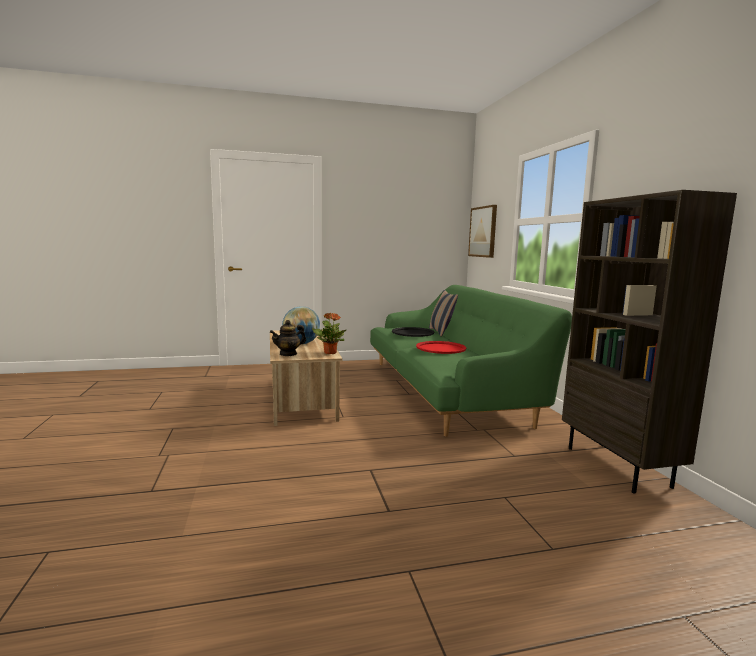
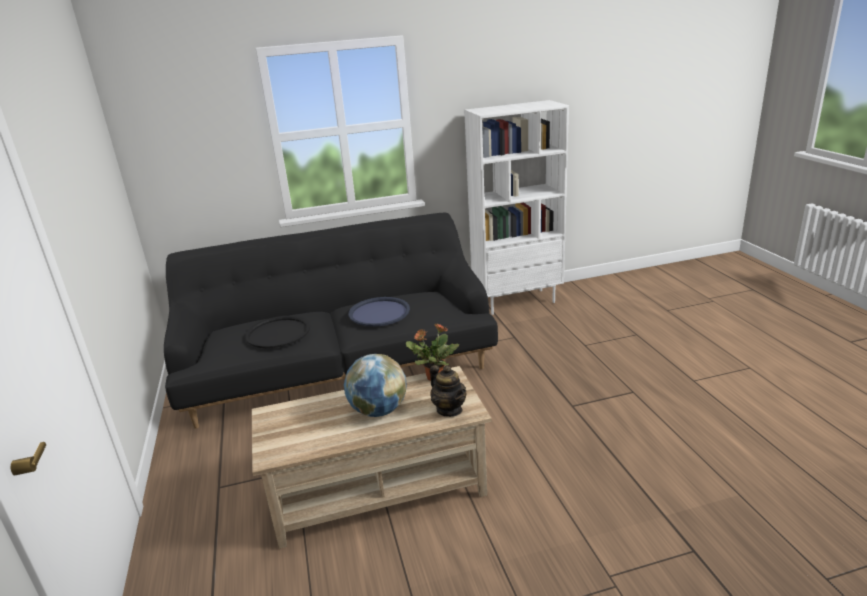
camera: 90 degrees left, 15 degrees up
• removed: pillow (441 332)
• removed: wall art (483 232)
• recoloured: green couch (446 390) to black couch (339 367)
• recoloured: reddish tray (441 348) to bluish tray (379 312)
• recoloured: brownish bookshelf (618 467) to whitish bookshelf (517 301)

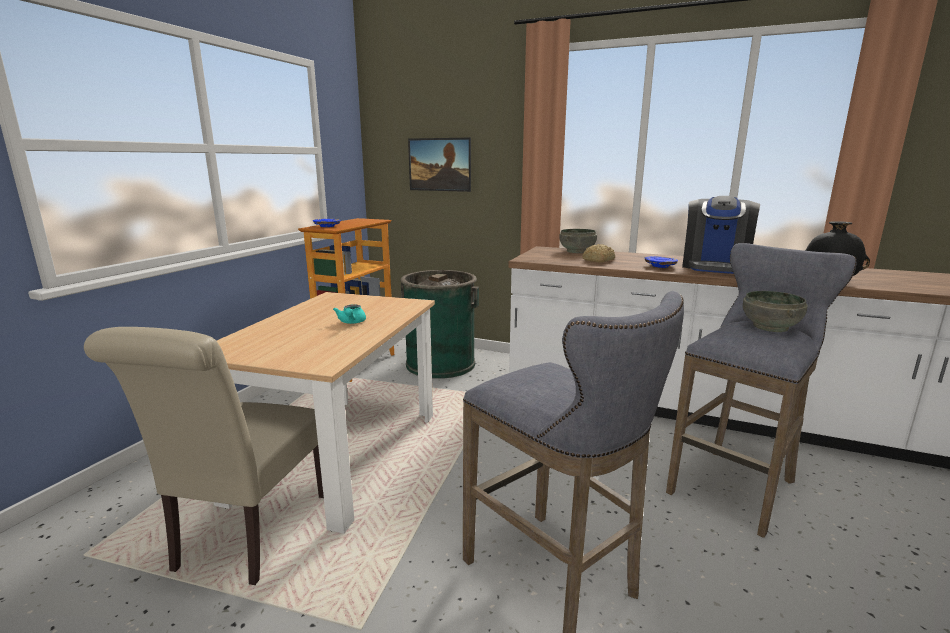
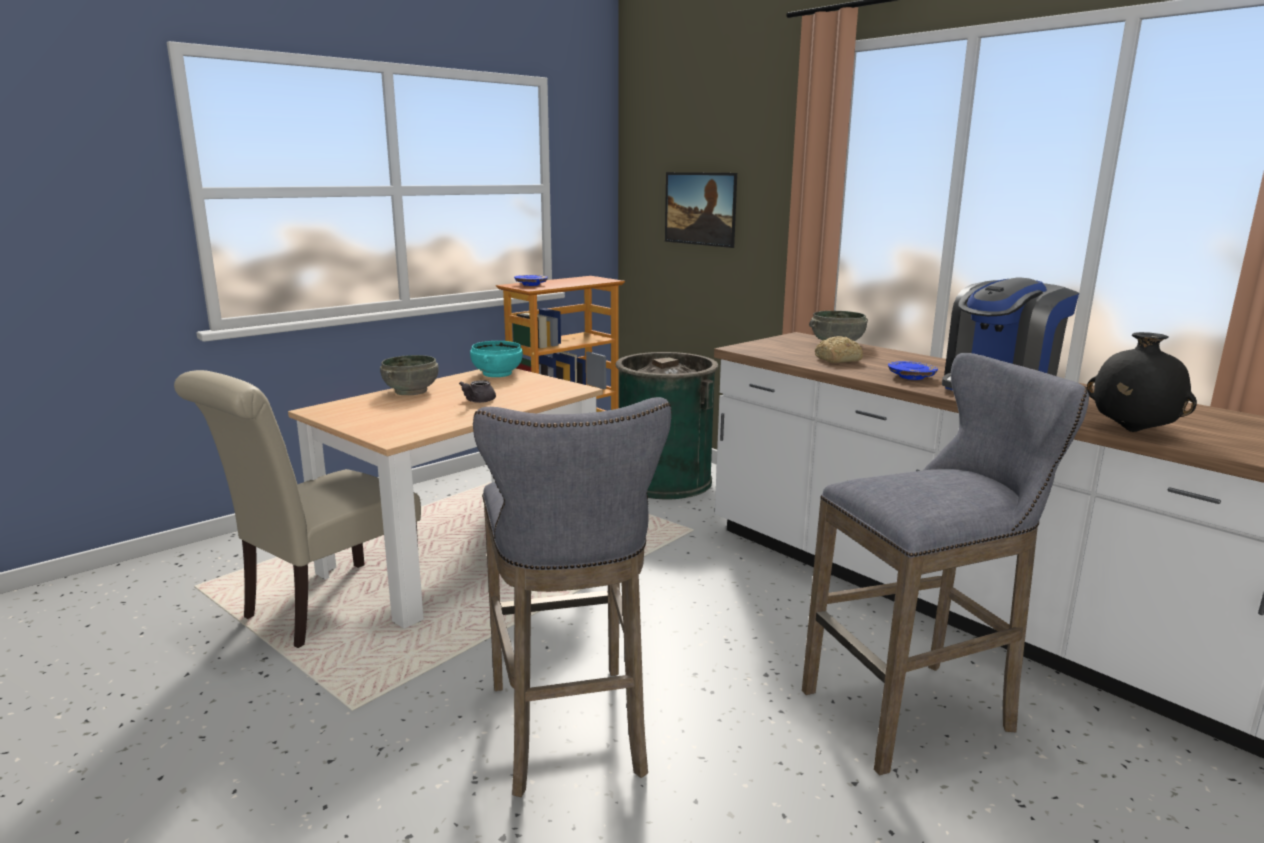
camera: 25 degrees right, 0 degrees up
• added: blue-green bowl (496 374)
• moved: greyish bowl (771 327) to (411 391)
• recoloured: blue-green tea pot (351 322) to greyish tea pot (477 401)

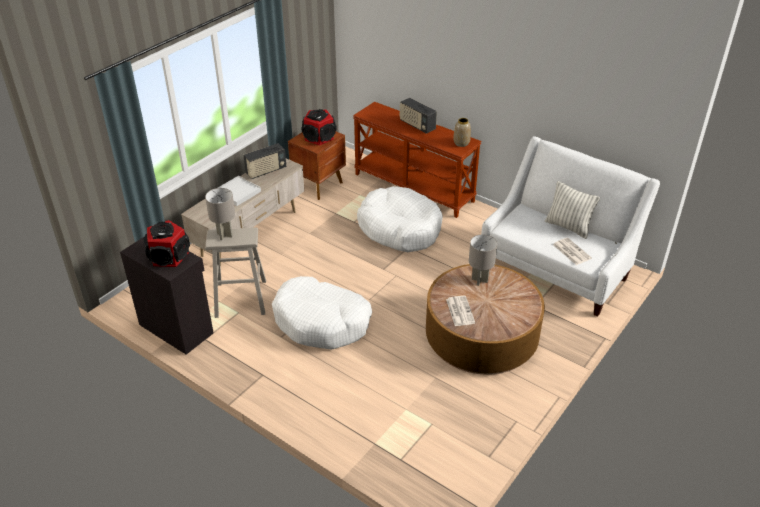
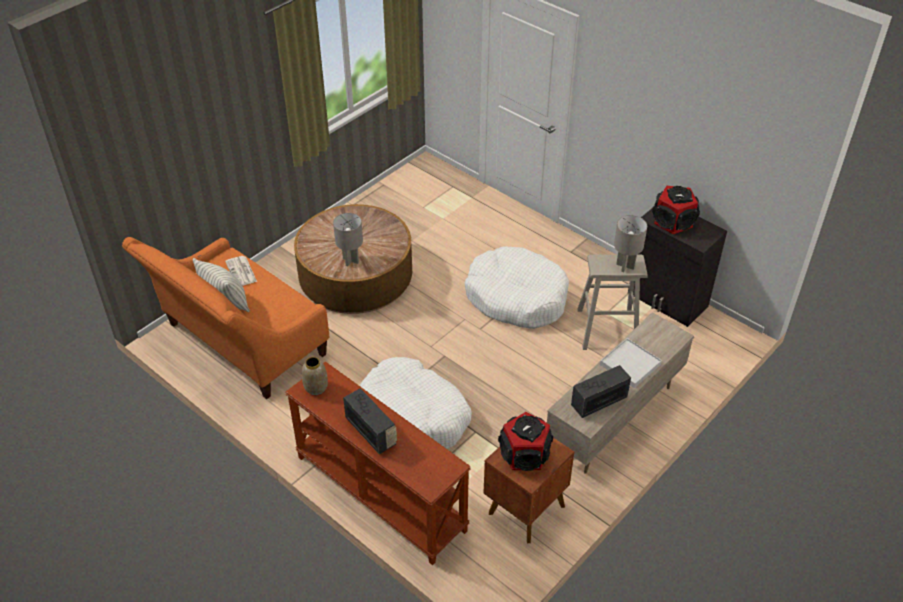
camera: 175 degrees left, 5 degrees up
• removed: printed paper (459 311)
• recoloured: whitish couch (557 267) to orange couch (240 344)

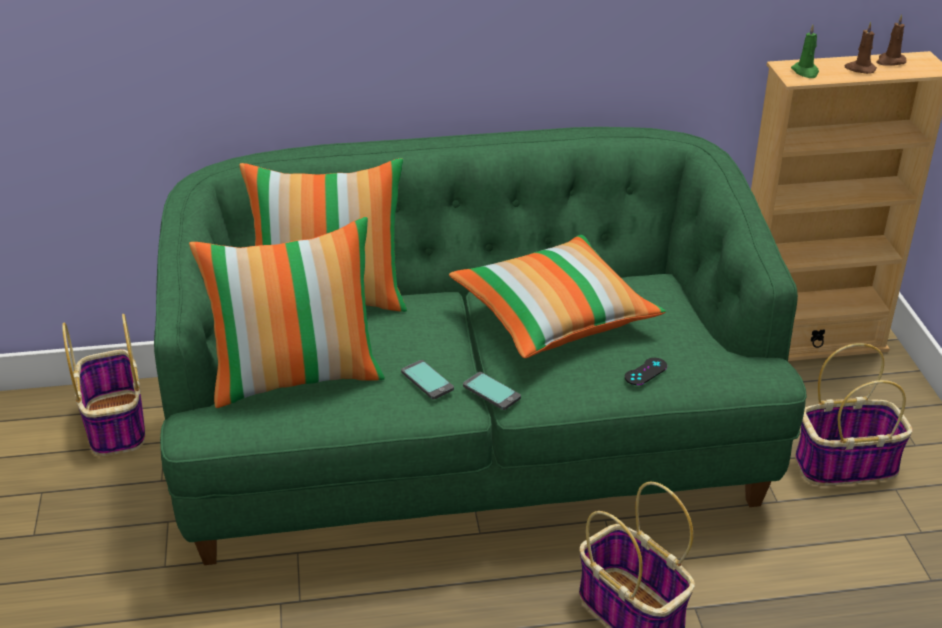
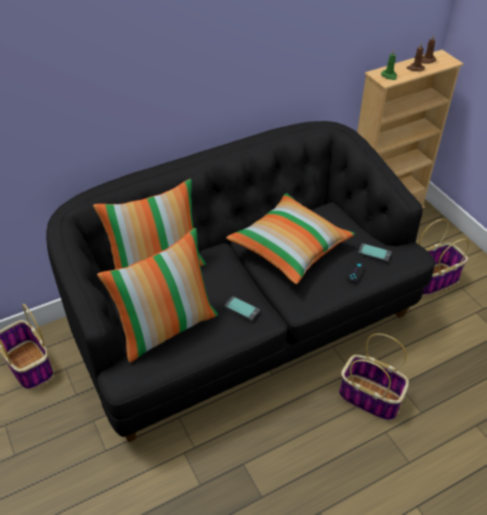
camera: 20 degrees left, 10 degrees up
• moved: telephone (492 392) to (374 253)
• recoloured: green couch (471 449) to black couch (243 323)

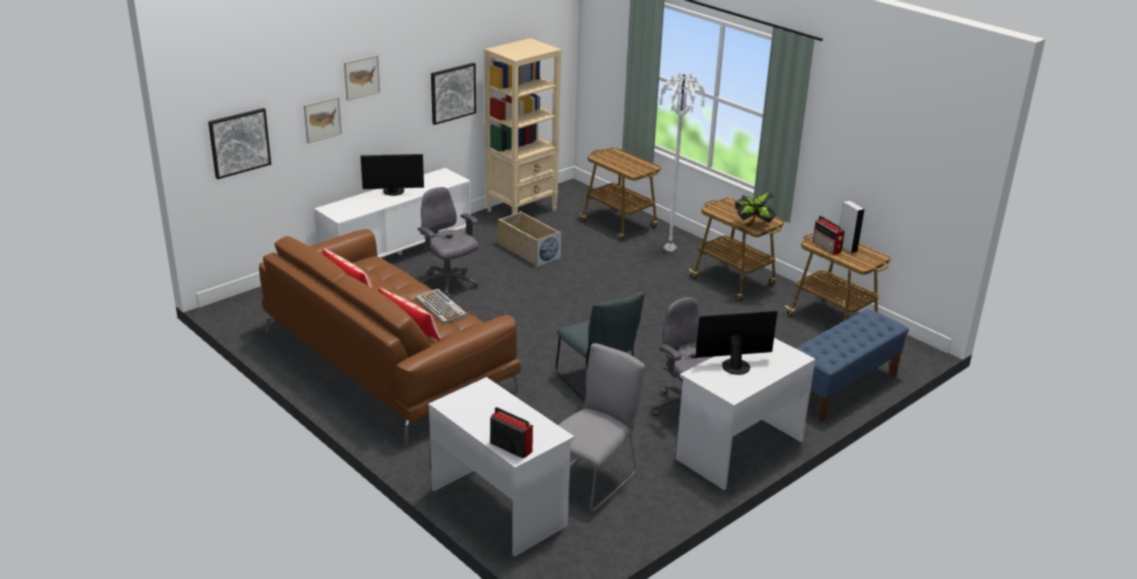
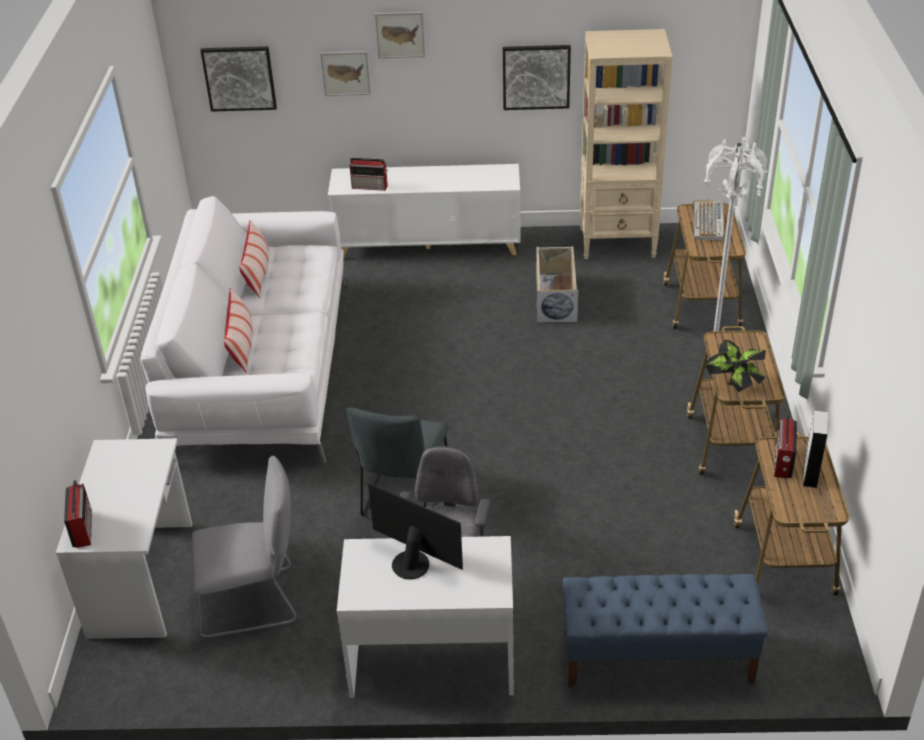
camera: 45 degrees right, 10 degrees up
• removed: computer display (393 192)
• removed: greyish desk chair (448 285)
• added: radio receiver (370 186)
• moved: PC keyboard (442 307) to (709 222)
• recoloured: brownish couch (386 360) to whitish couch (262 365)

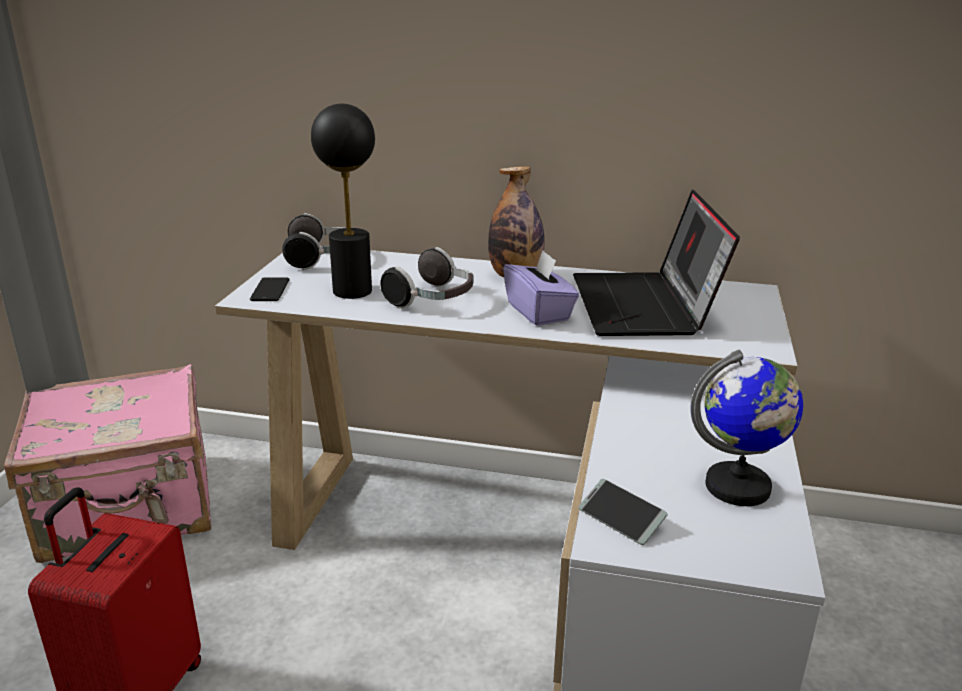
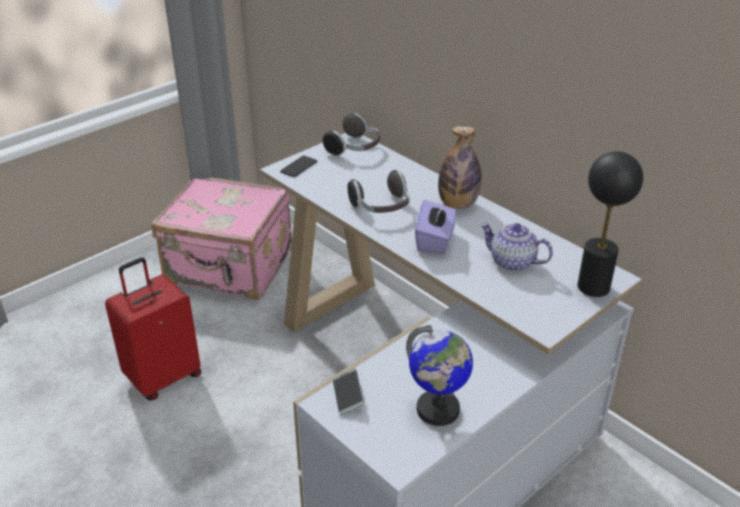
camera: 35 degrees right, 10 degrees up
• moved: black table lamp (352 291) to (593 287)
• replaced: notebook computer (645 306) to tea pot (512 262)

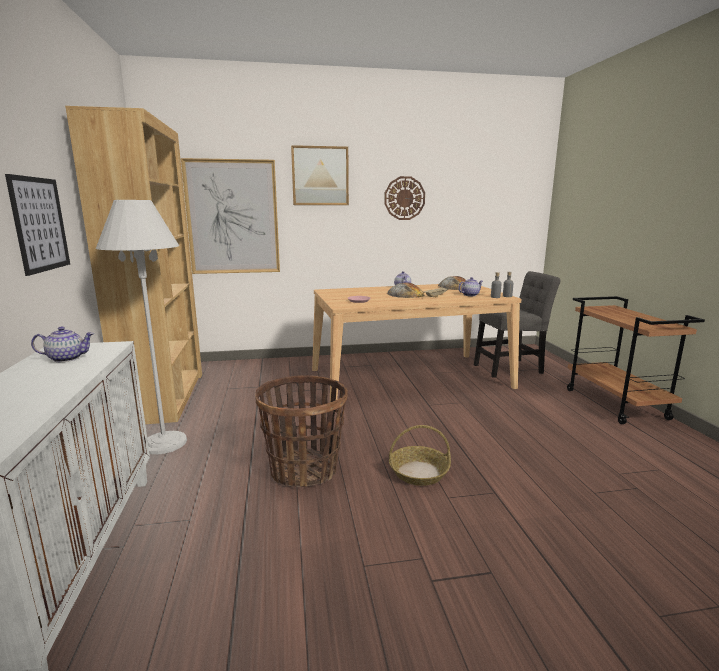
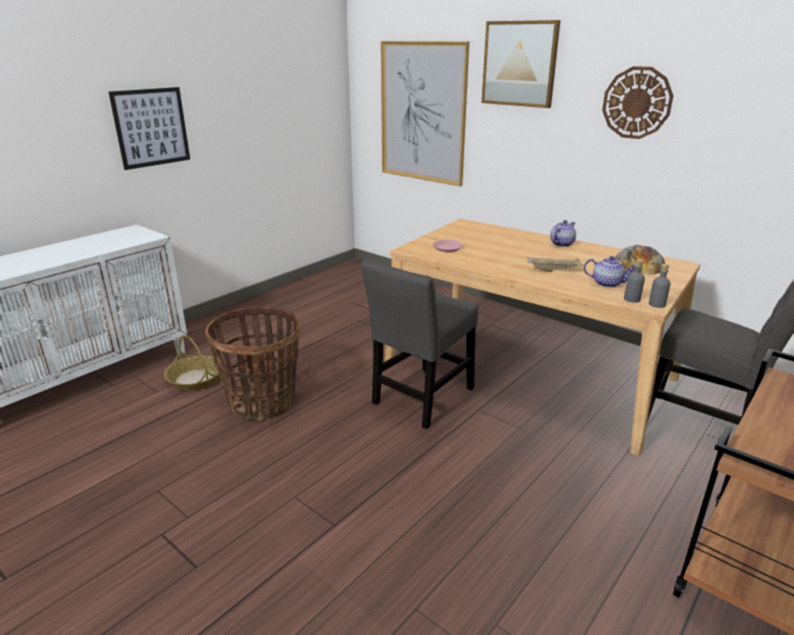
camera: 50 degrees right, 10 degrees up
• removed: tea pot (67 358)
• removed: brownish bookshelf (165 396)
• removed: whitish floor lamp (164 443)
• removed: bread (405 294)
• added: greyish chair (421 399)
• moved: basket (419 472) to (196 379)

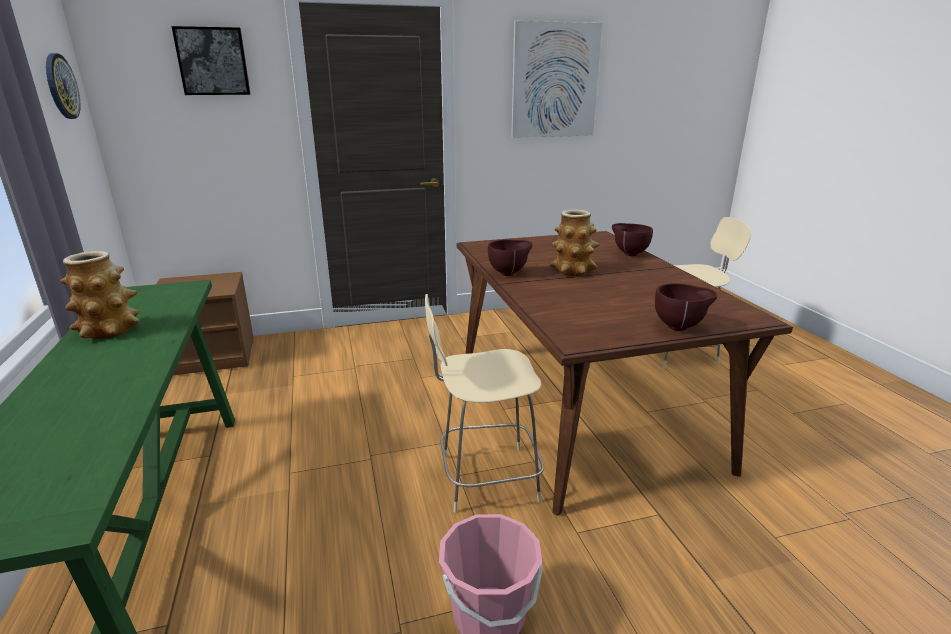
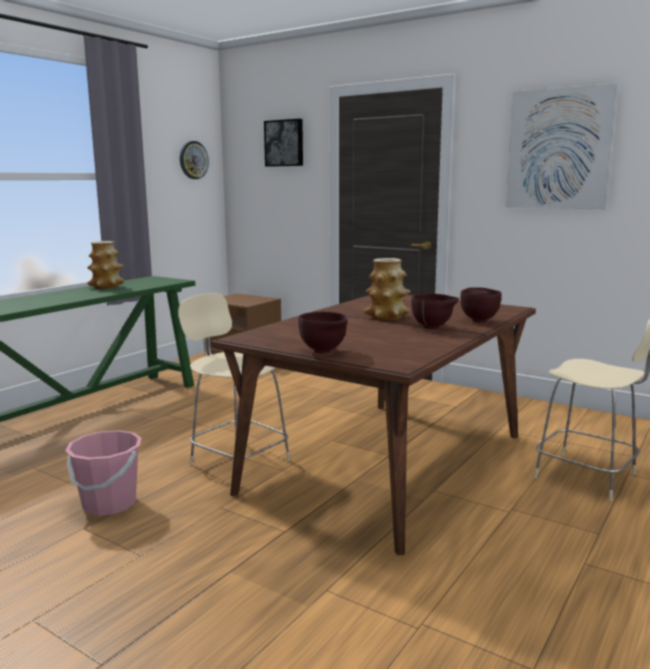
camera: 50 degrees right, 10 degrees down
• moved: brownish bowl (509 273) to (433 328)

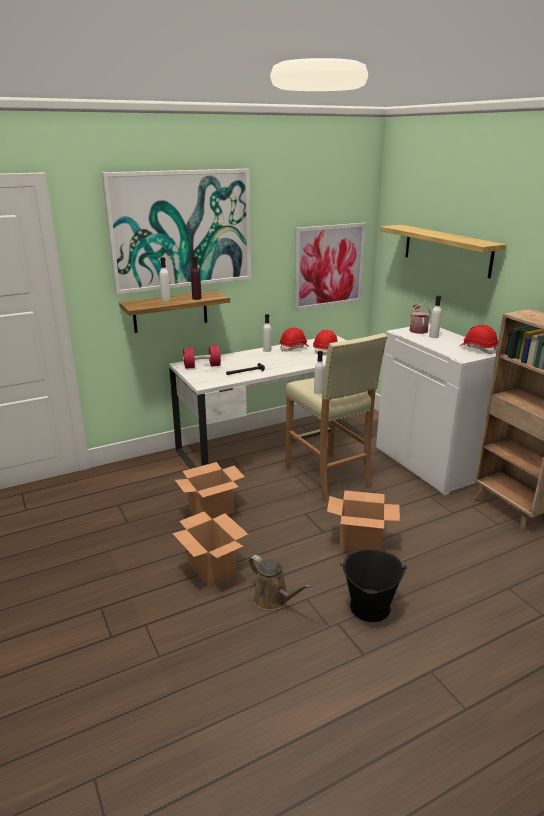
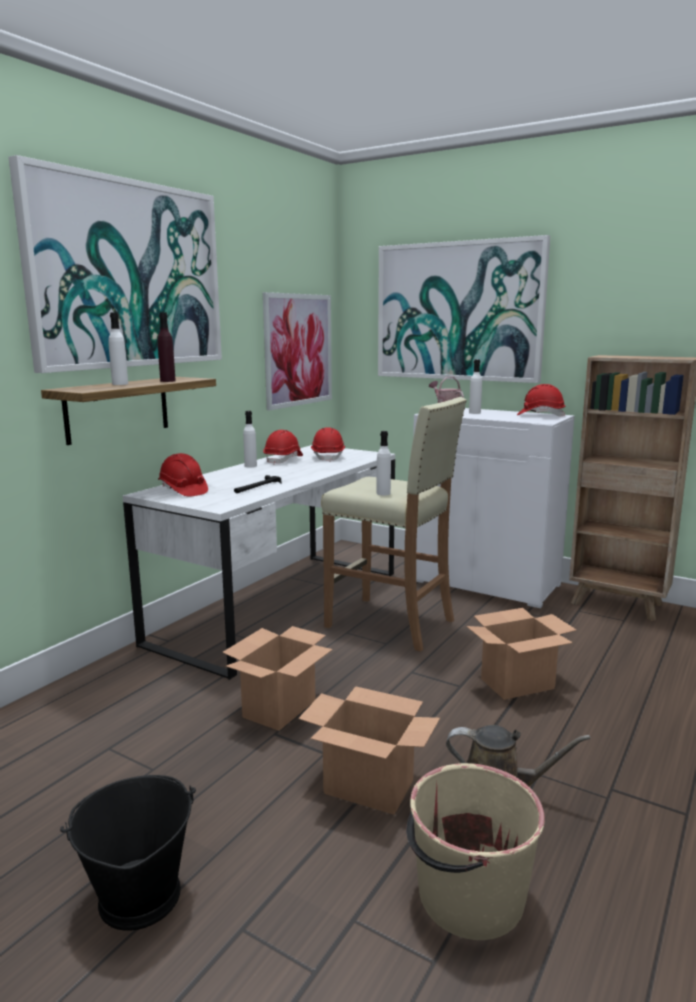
camera: 30 degrees left, 10 degrees down
• added: beige-coloured bucket (469 897)
• moved: black bucket (369 607) to (138 897)
• replaced: reddish free weight (202 366) to reddish work helmet (183 491)
• replaced: bracket shelf (447 250) to wall art (458 311)

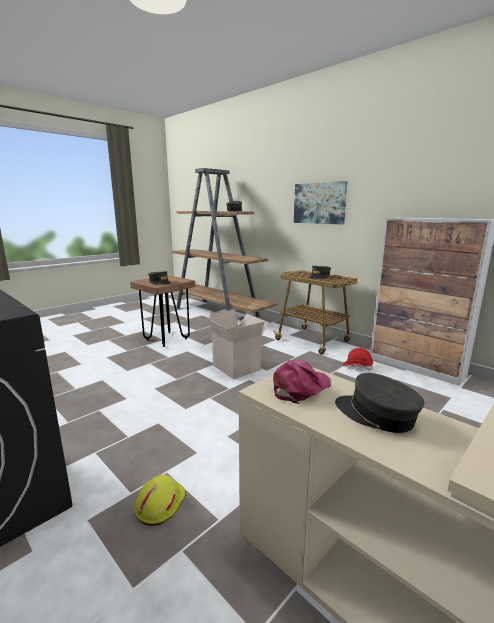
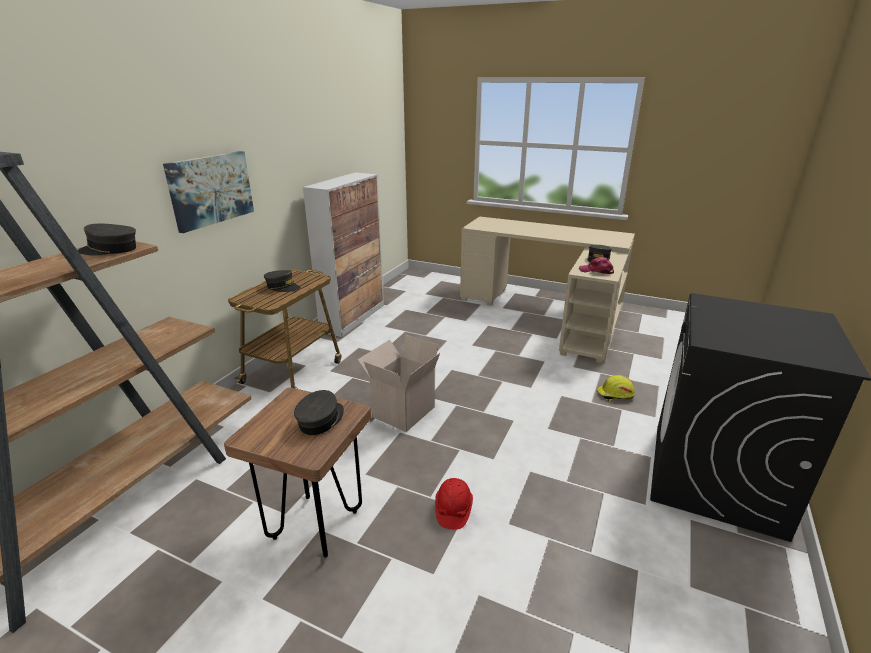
camera: 110 degrees left, 10 degrees up
• moved: reddish work helmet (357 366) to (453 510)

